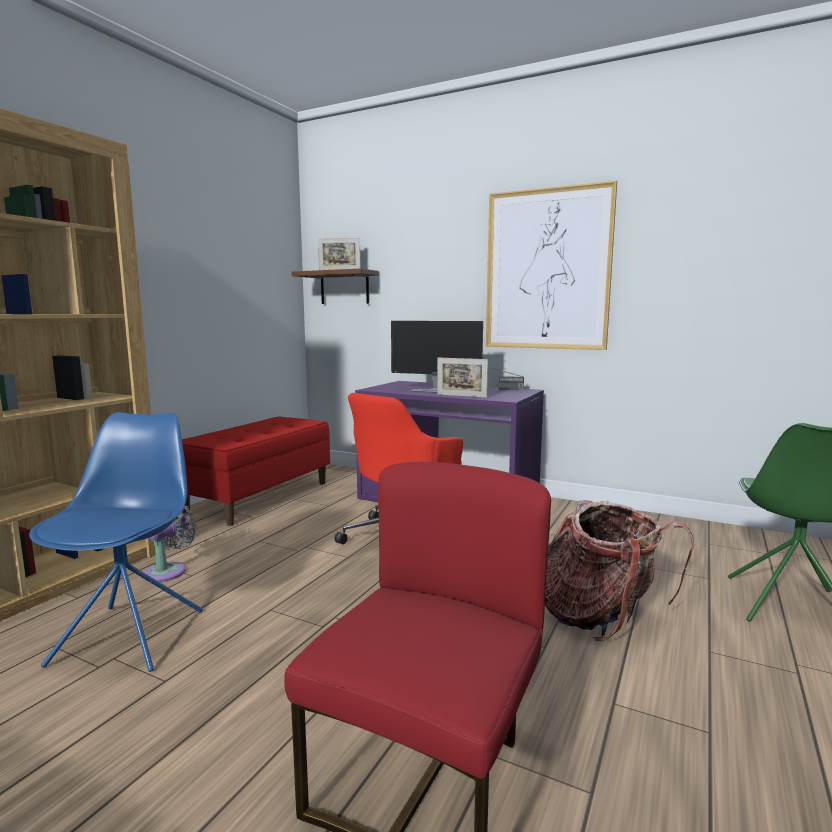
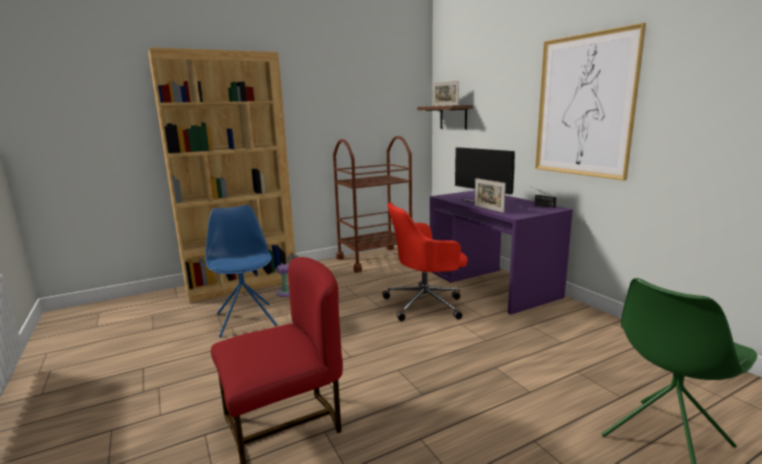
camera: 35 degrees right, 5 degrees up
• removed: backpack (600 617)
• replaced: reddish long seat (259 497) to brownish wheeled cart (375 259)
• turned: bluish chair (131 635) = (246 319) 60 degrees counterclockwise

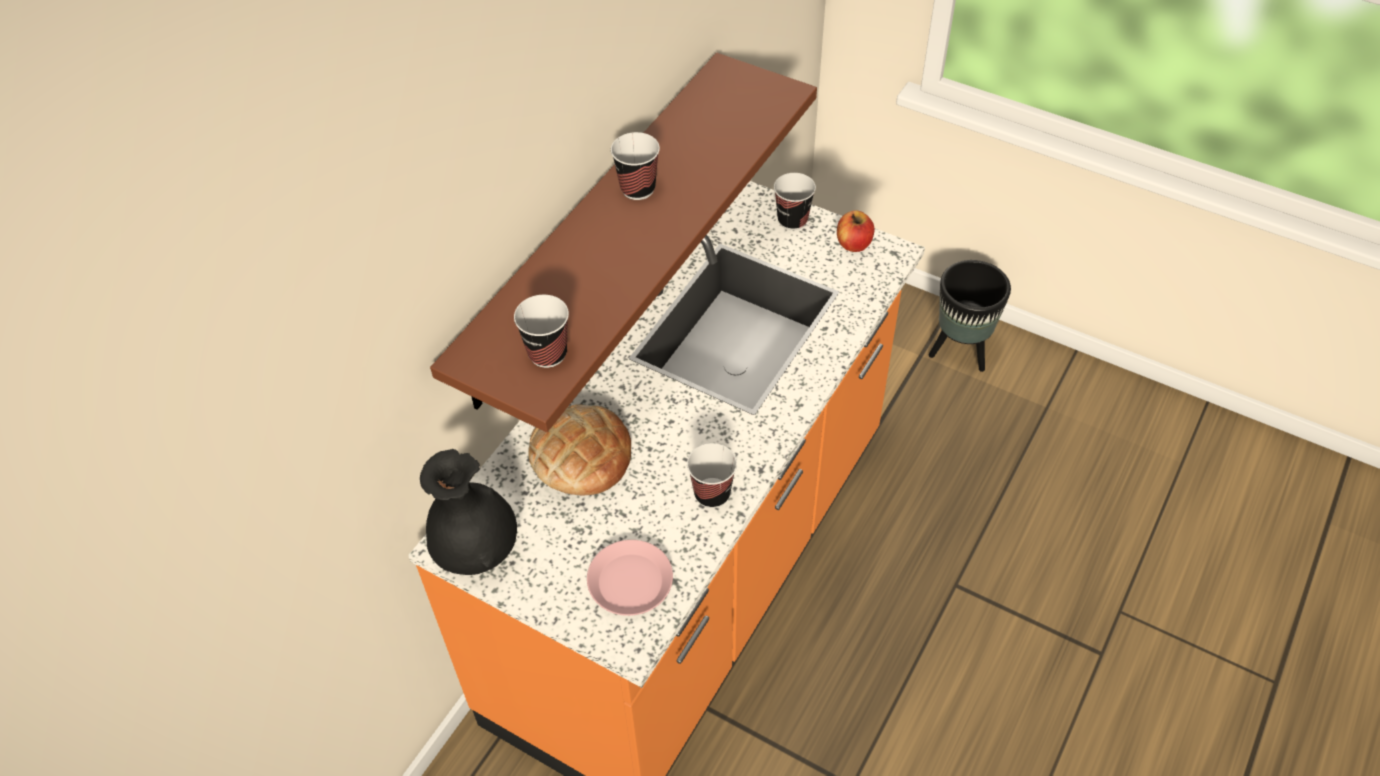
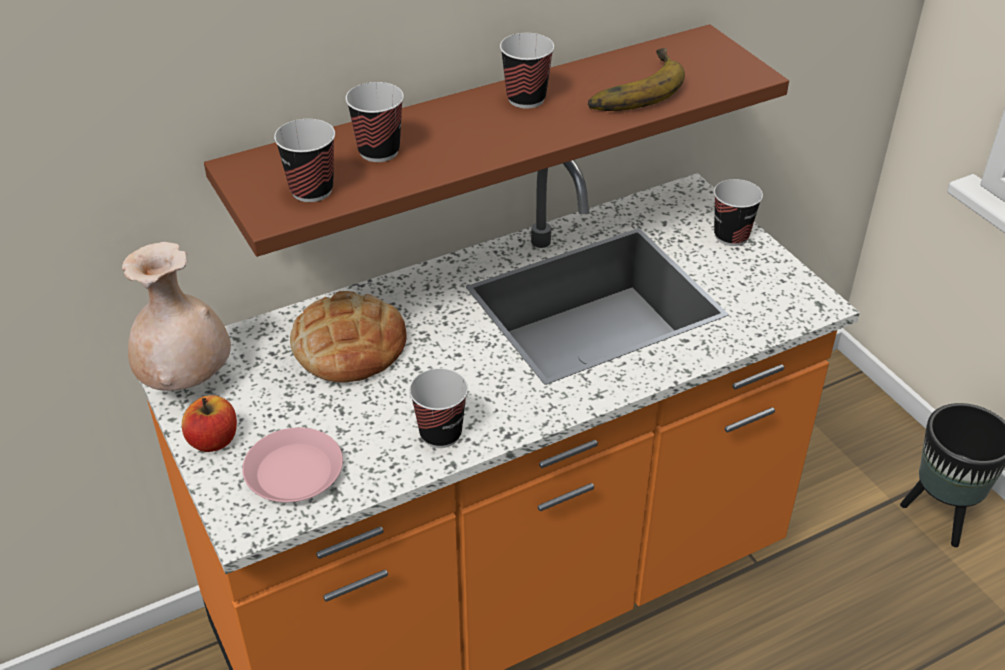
camera: 30 degrees right, 10 degrees down
• added: cup (379 151)
• added: banana fruit (630 88)
• moved: apple fruit (854 244) to (213 440)
• recoloured: black flower vase (476 551) to beige-coloured flower vase (187 380)

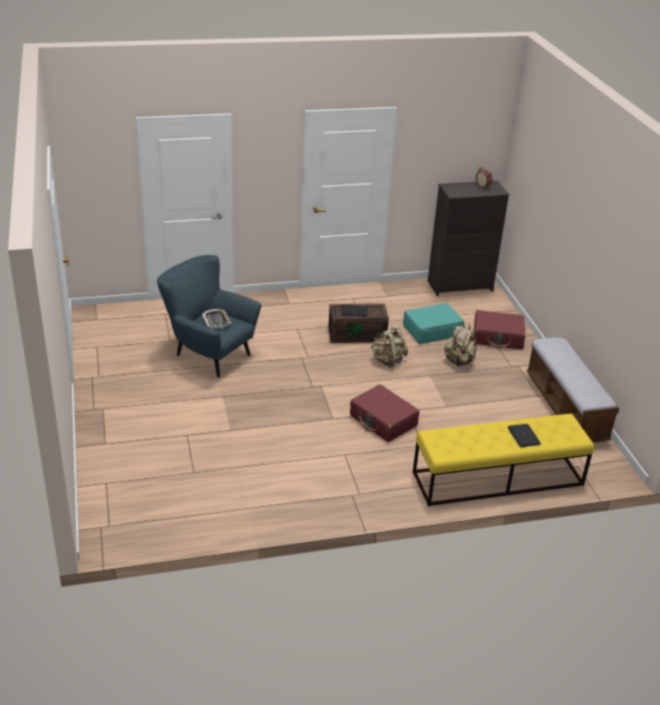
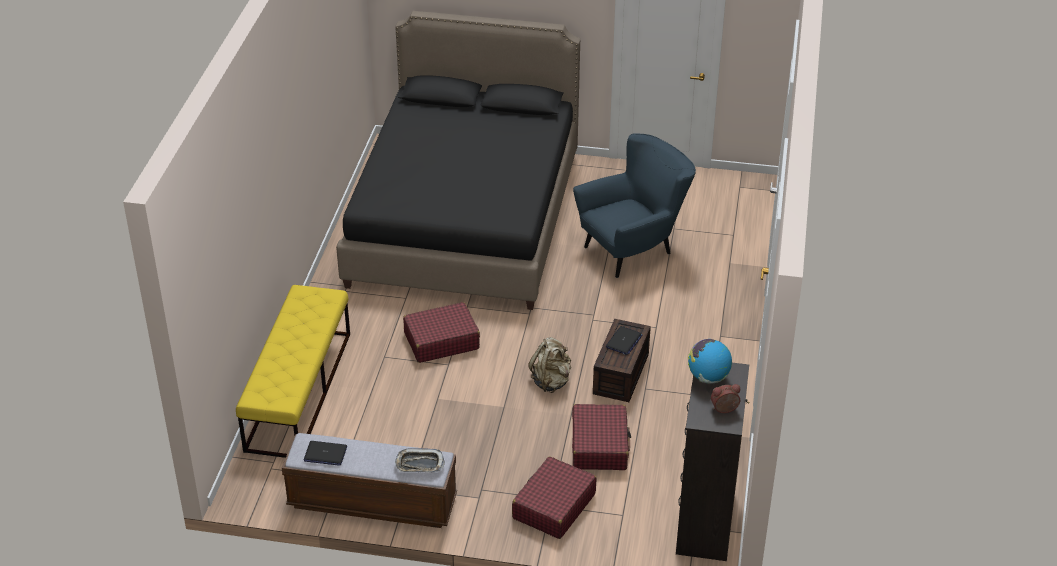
camera: 115 degrees right, 5 degrees up
• removed: beige-coloured backpack (459 361)
• added: black bedroom bed (465 219)
• added: desk globe (708 377)
• moved: tray (216 321) to (419 464)
• moved: notebook computer (523 436) to (325 454)
• recoloured: blue-green piece of luggage (431 330) to reddish piece of luggage (599 445)

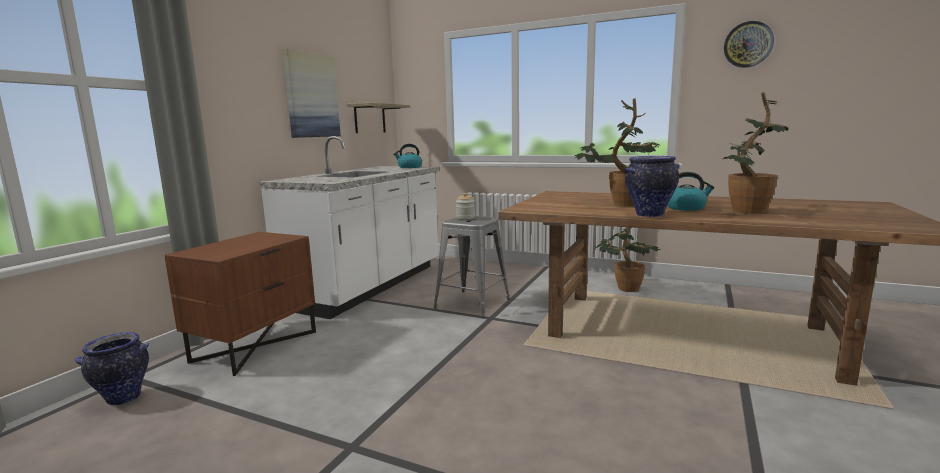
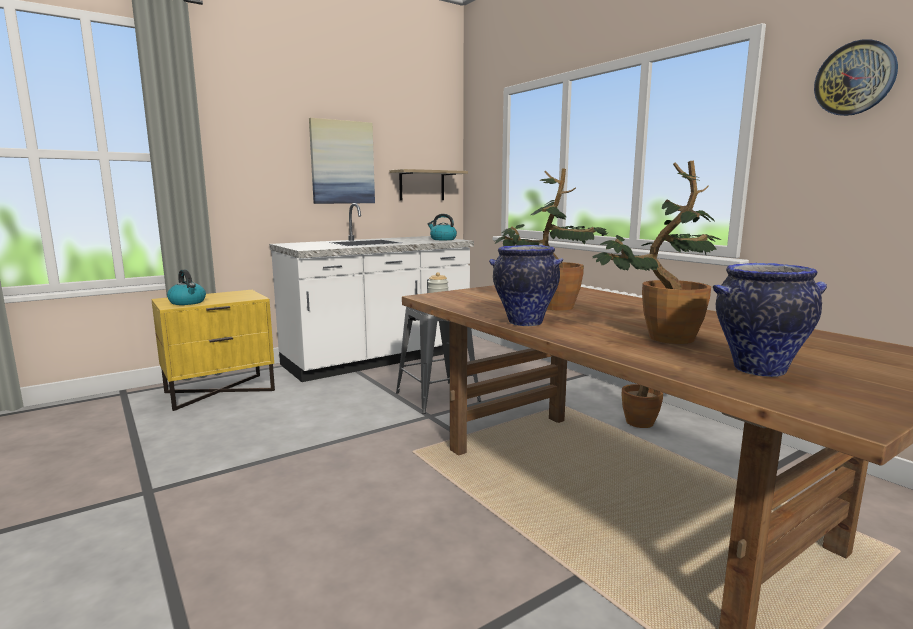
camera: 30 degrees right, 0 degrees up
• moved: flower vase (122 399) to (757 370)
• moved: kettle (686 208) to (188 302)
• recoloured: brownish bedside table (255 346) to yellow bedside table (220 391)

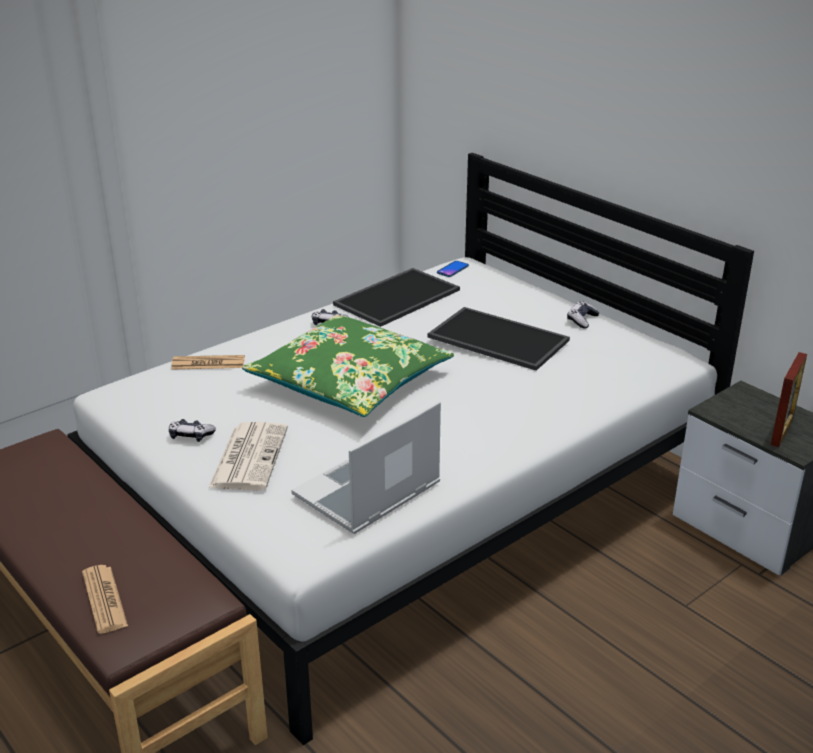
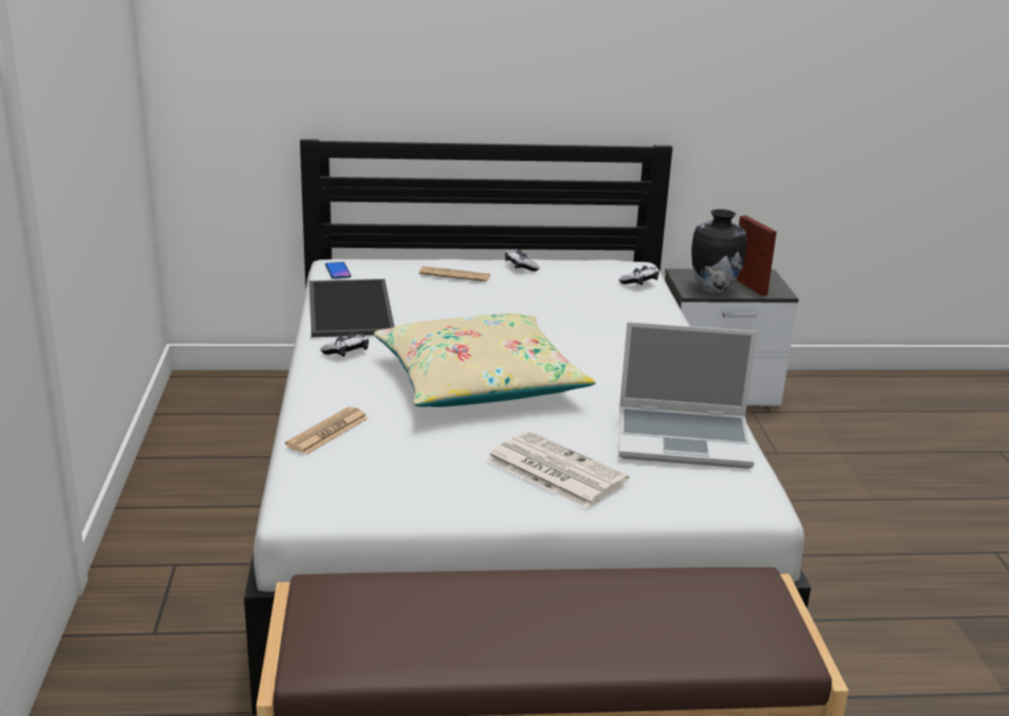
camera: 55 degrees left, 5 degrees down
• removed: tray (496 339)
• added: flower vase (713 288)
• moved: printed paper (104 599) to (455 275)
• moved: game controller (191 436) to (639 282)
• recoloured: green pillow (350 382) to beige-coloured pillow (479 382)
• turned: notebook computer (367 492) = (685 439) 75 degrees counterclockwise

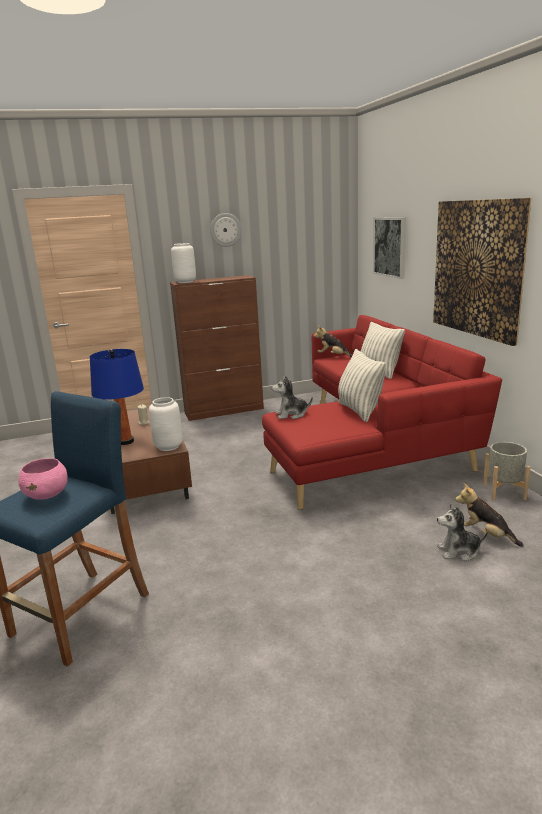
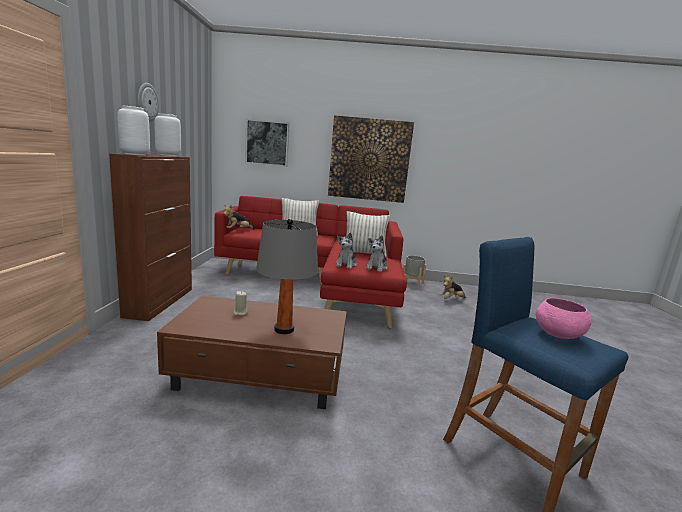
camera: 70 degrees left, 5 degrees down
• moved: whitish flower vase (169 447) to (169 155)
• moved: soft toy (459 551) to (376 268)
• recoloured: bluish table lamp (125 441) to greyish table lamp (284 329)

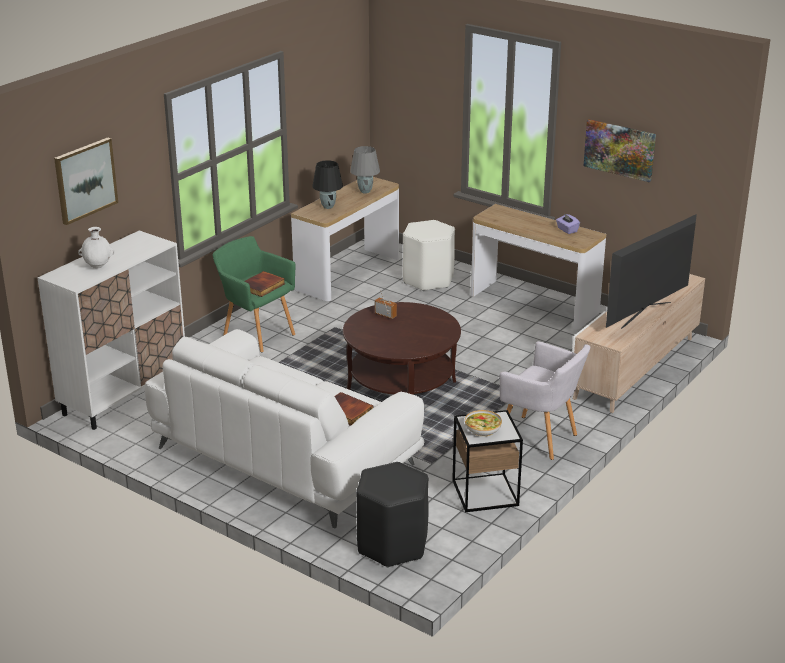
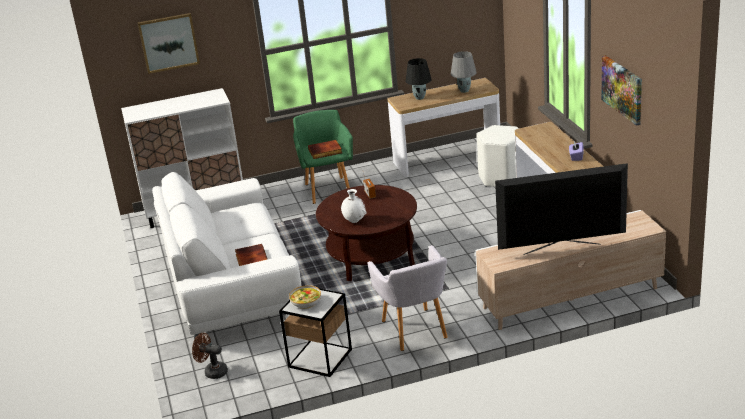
camera: 40 degrees right, 0 degrees up
• moved: whitish flower vase (98 266) to (354 221)
• replaced: black sitting stool (393 545) to brownish cooling fan (212 372)

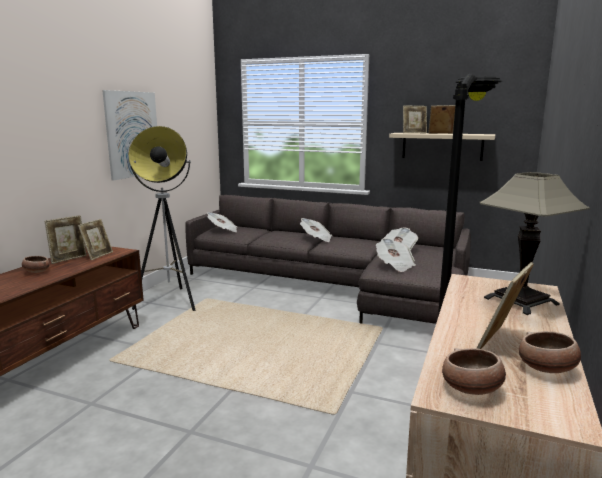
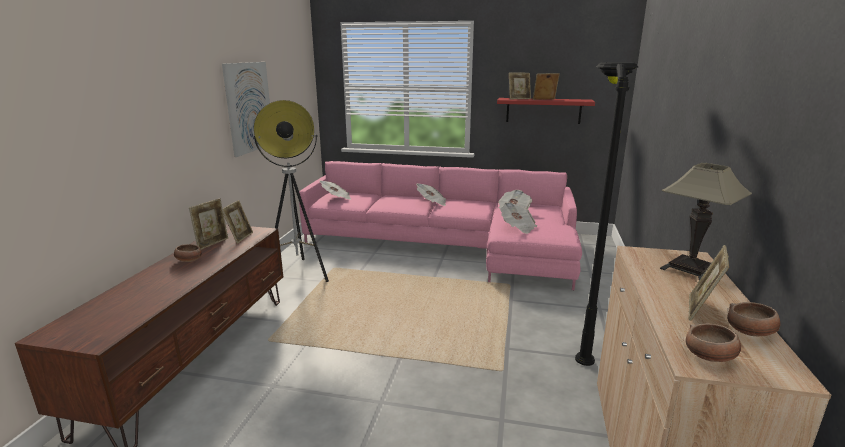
camera: 10 degrees left, 5 degrees up
• recoloured: greyish couch (333 286) to pinkish couch (448 246)
• recoloured: beige-coloured bracket shelf (442 146) to reddish bracket shelf (543 110)

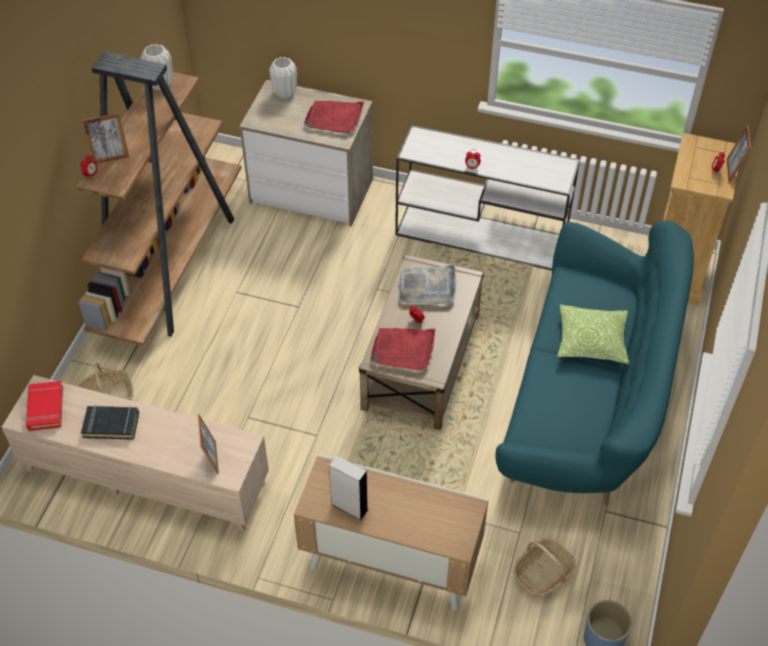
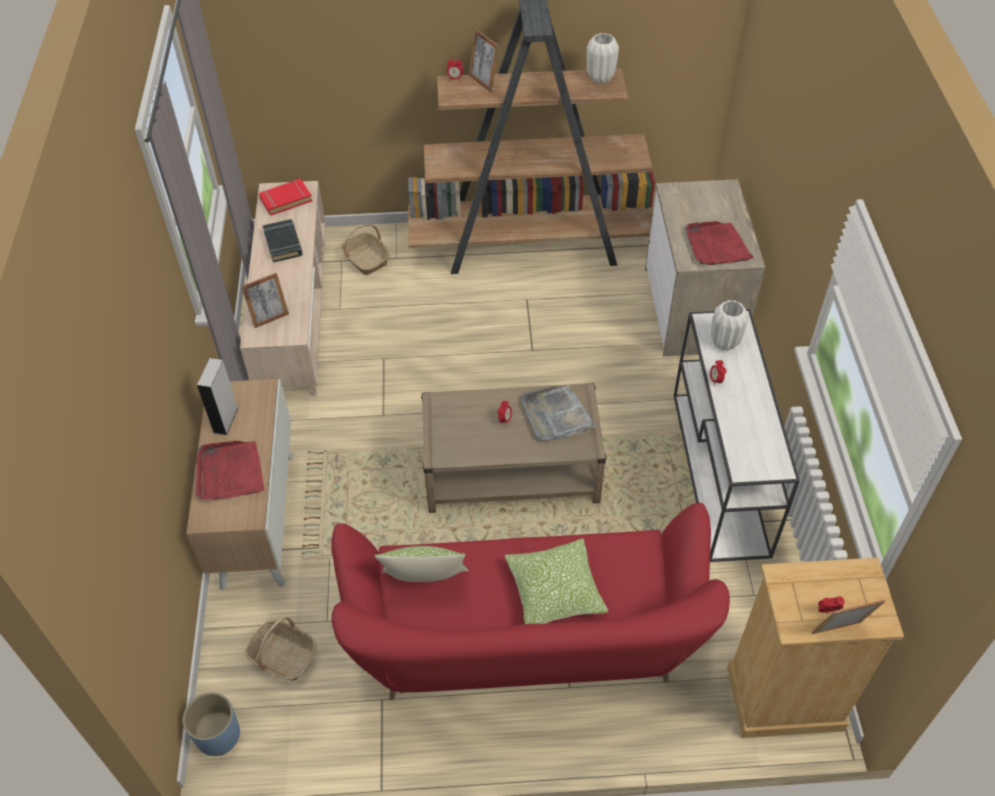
camera: 70 degrees right, 0 degrees up
• added: pillow (425 582)
• moved: whitish flower vase (285 93) to (725 342)
• moved: reddish tray (403 350) to (230 473)
• recoloured: blue-green couch (587 402) to reddish couch (525 644)

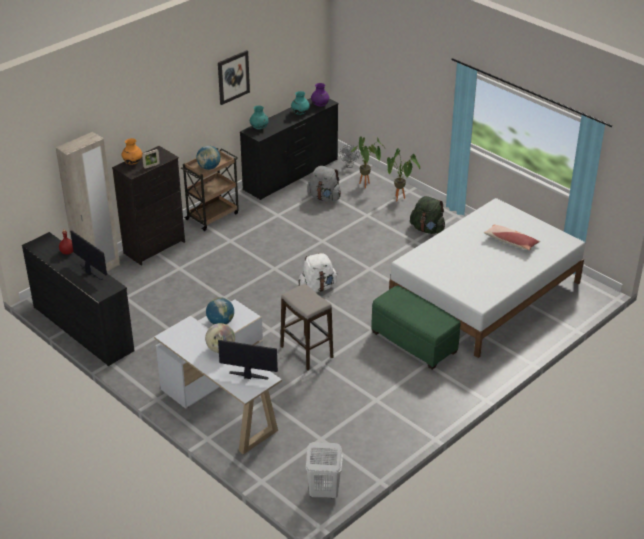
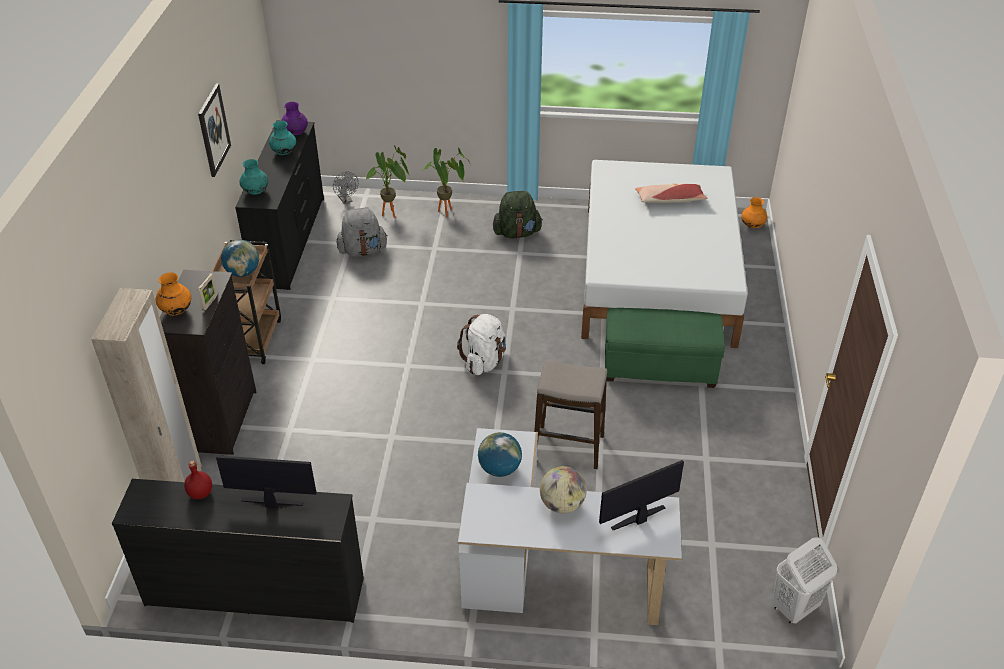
camera: 40 degrees left, 5 degrees up
• added: orange flower vase (752 226)

